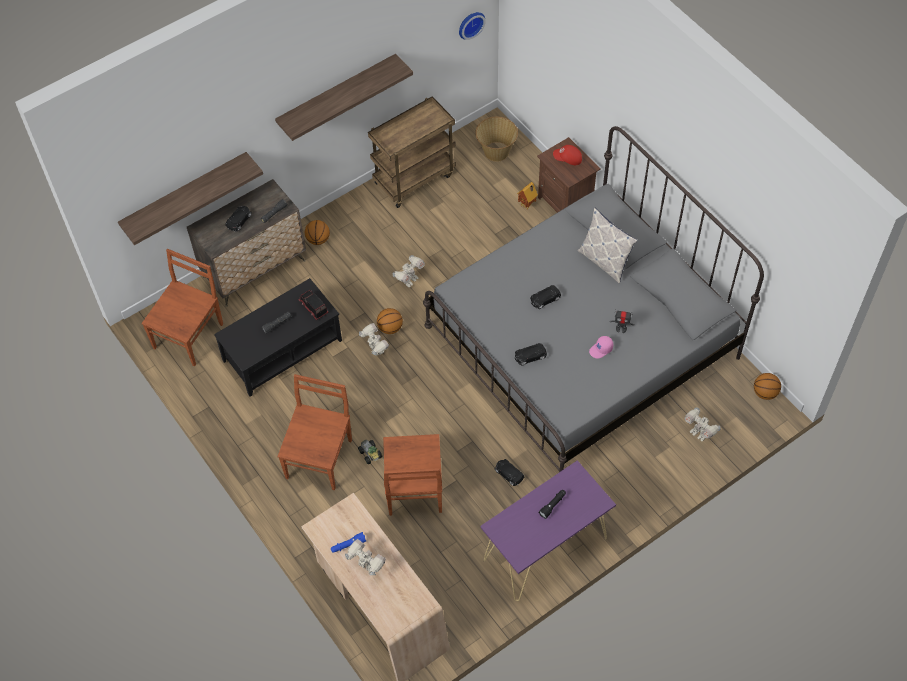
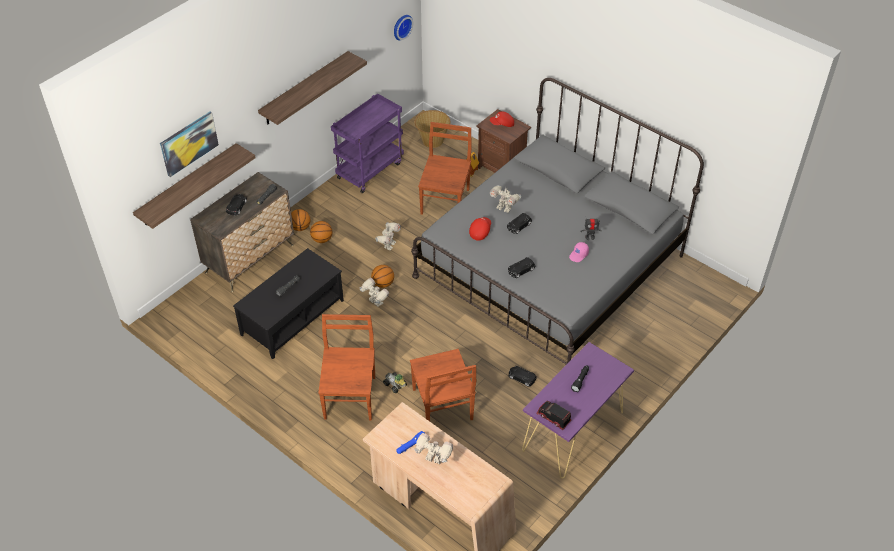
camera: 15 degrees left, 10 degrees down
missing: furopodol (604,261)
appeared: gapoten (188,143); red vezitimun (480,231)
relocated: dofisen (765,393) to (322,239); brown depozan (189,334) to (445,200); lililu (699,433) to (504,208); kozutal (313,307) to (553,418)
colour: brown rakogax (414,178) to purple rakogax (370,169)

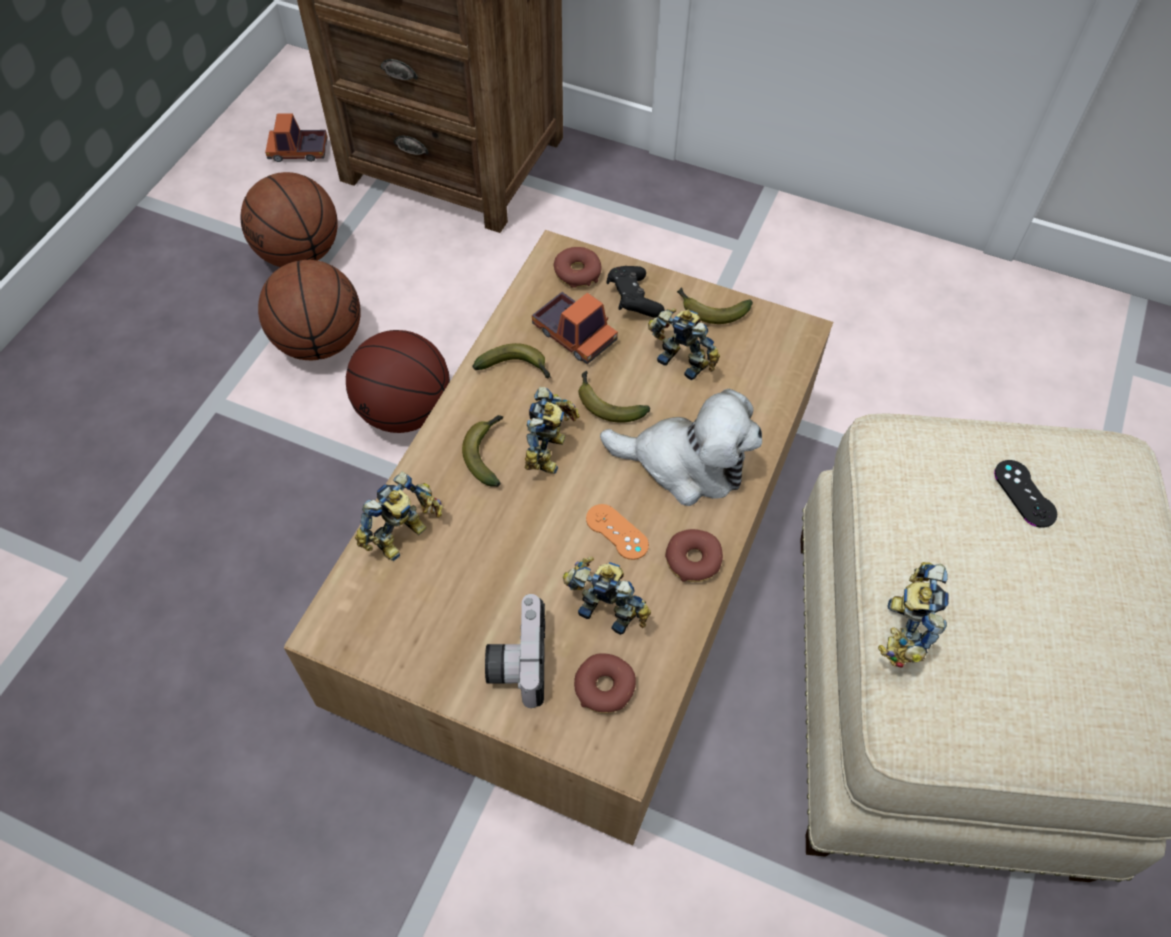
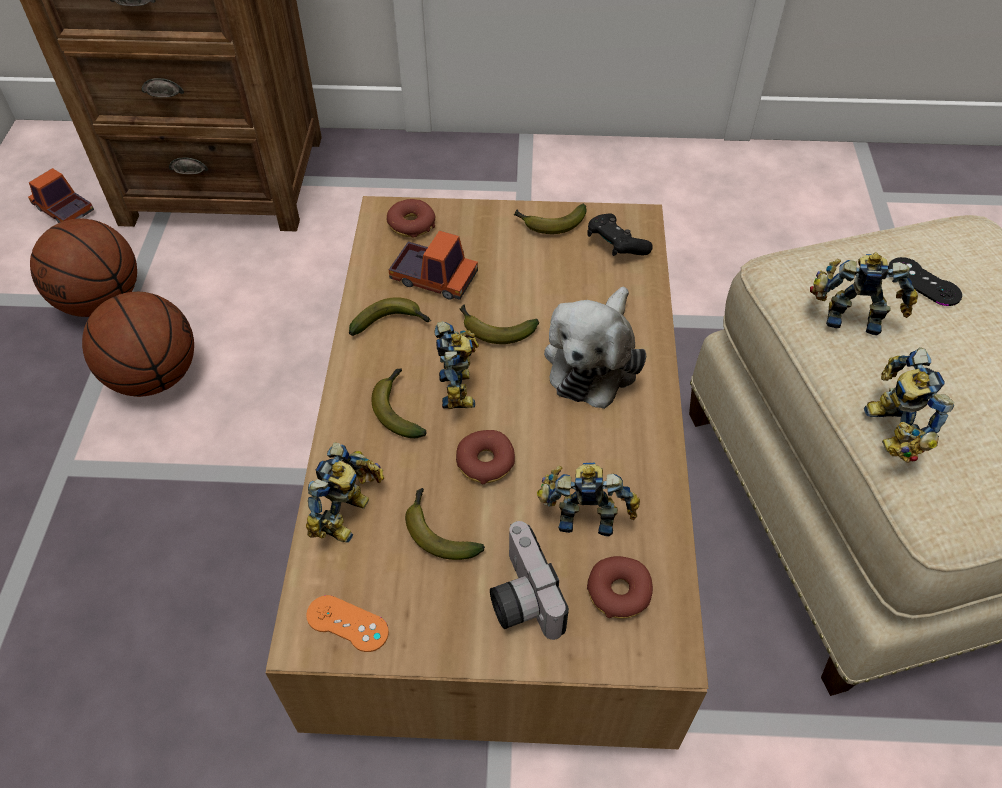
camera: 20 degrees left, 5 degrees down
missing: dofisen (404,411)
appeared: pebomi (438,531)
relocated: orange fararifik (617,532) to (347,623); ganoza (693,560) to (485,462); black fararifik (633,300) to (615,246); lililu (683,358) to (851,315)
spun: kozutal (298,151) = (64,210) 60 degrees clockwise; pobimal (686,463) = (593,360) 120 degrees clockwise

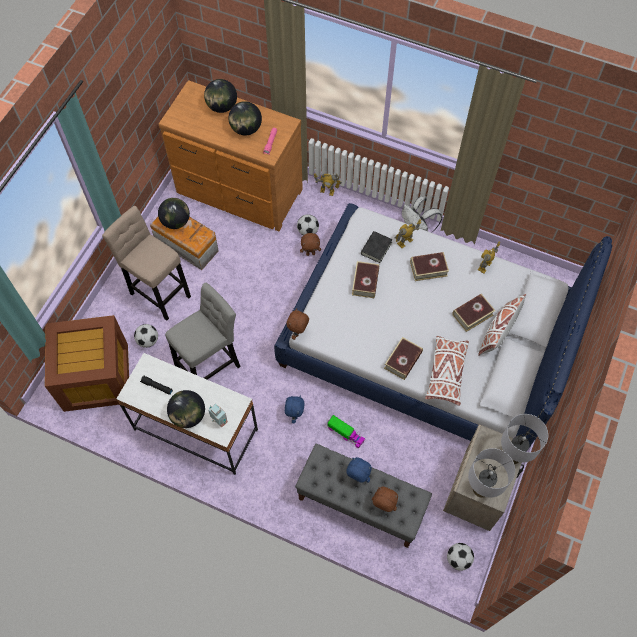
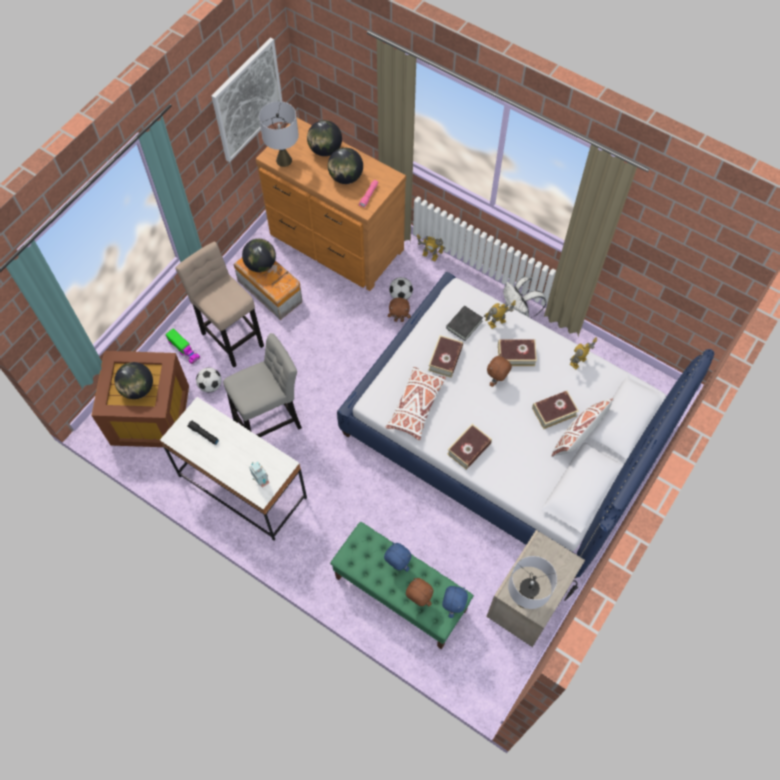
camera: 10 degrees right, 0 degrees up
missing: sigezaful (458,559)
appeared: gapoten (247,100)
relocated: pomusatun (188,415) to (138,389); kozutal (345,433) to (184,349); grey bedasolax (512,456) to (284,160); white furopodol (446,373) to (416,406); blue pobimal (294,414) to (453,606); brown pobimal (298,333) to (496,380)
colour: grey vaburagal (360,503) to green vaburagal (400,593)

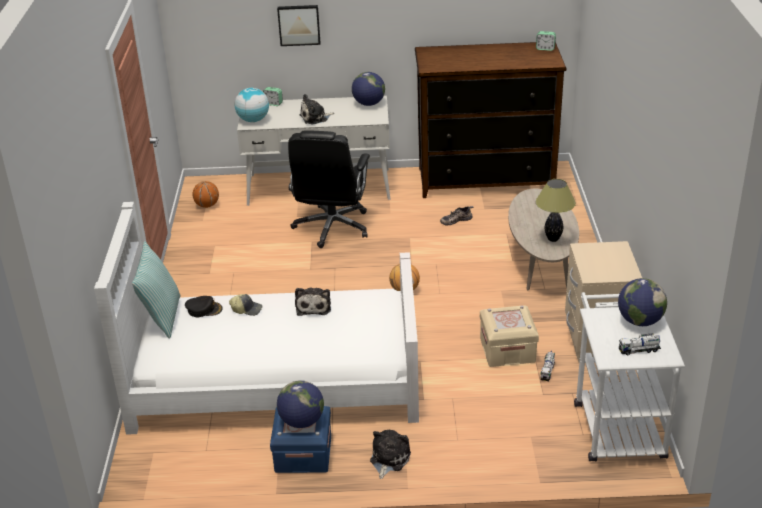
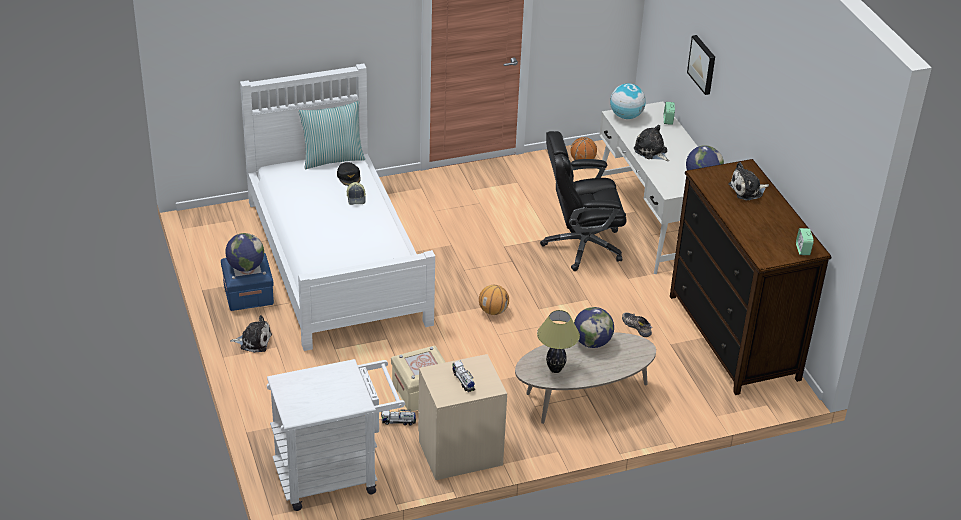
camera: 70 degrees right, 5 degrees up
relocated: kozutal (639,350) to (463,381); pomusatun (640,321) to (592,342); pobimal (313,306) to (747,190)

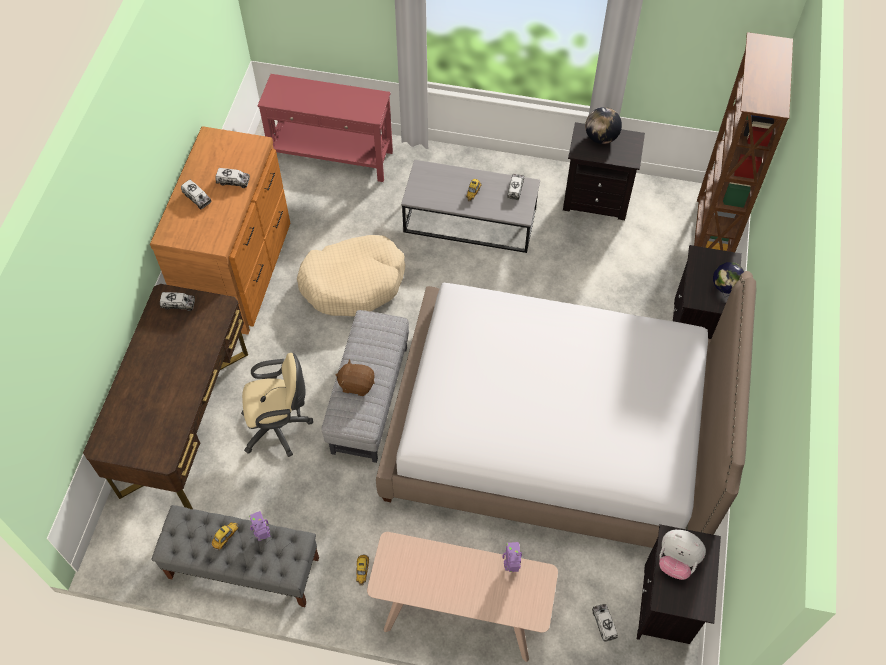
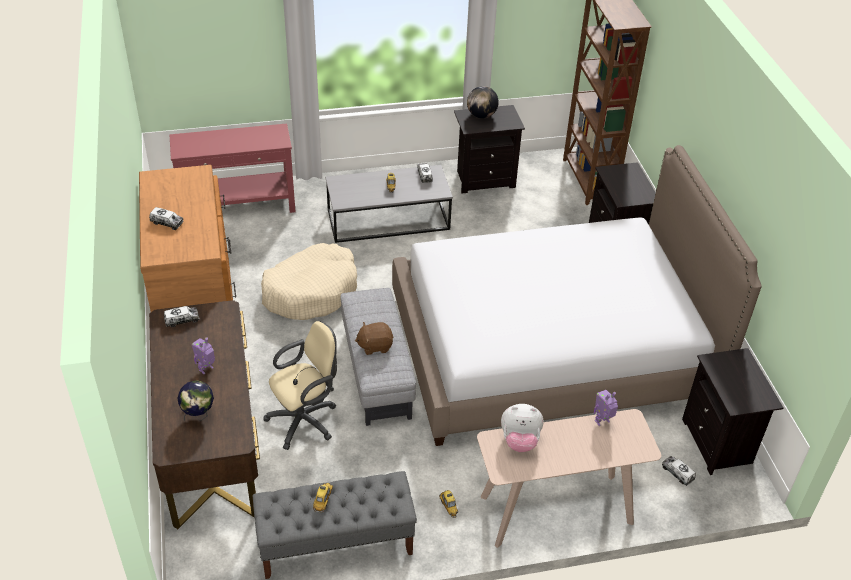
camera: 25 degrees left, 15 degrees down
missing: kozutal (233,181)
relocated: pomusatun (723,291) to (199,416); lililu (263,536) to (206,369); pobimal (676,561) to (520,441)

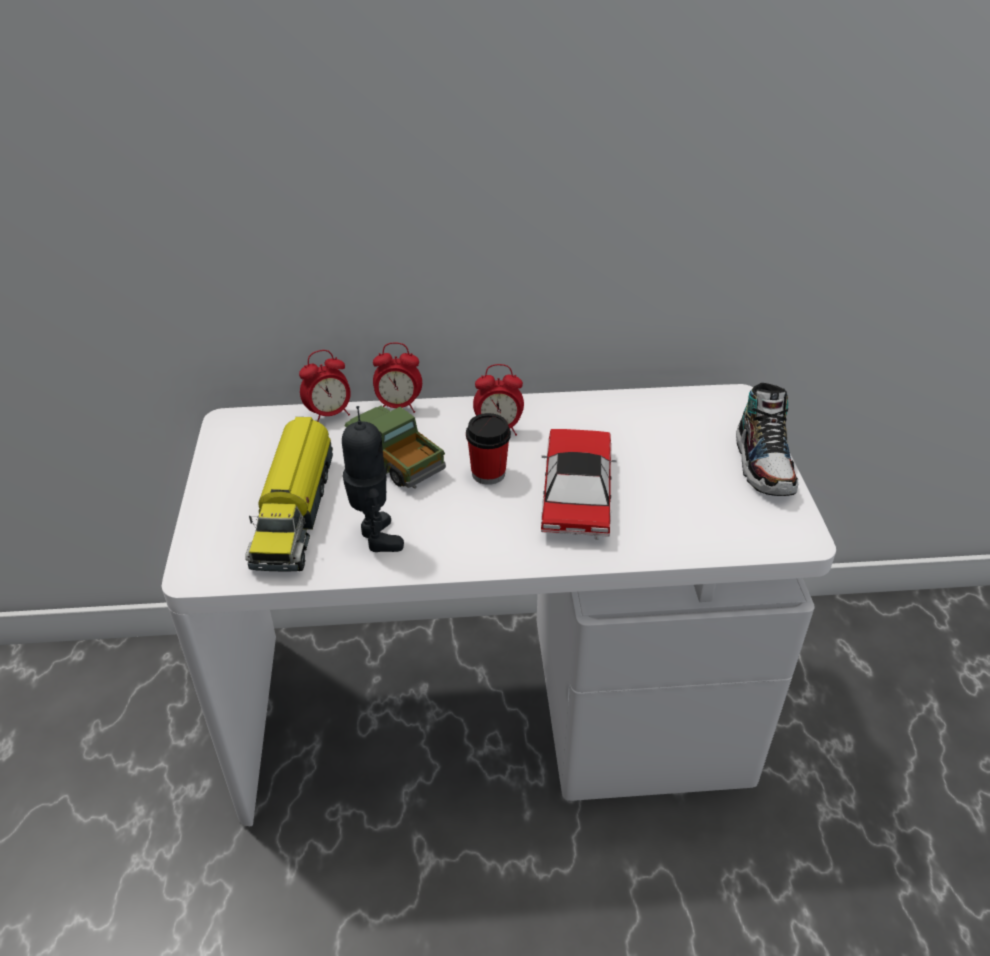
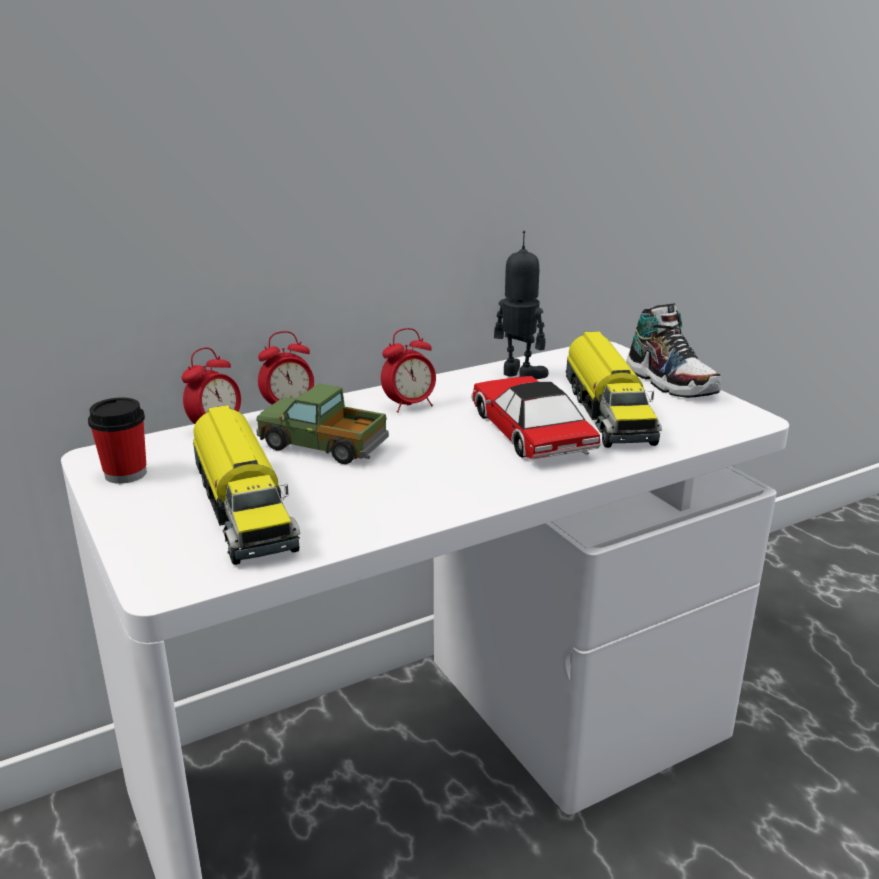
camera: 25 degrees left, 15 degrees down
appeared: kozutal (607,411)
relocated: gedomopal (488,473) to (125,474); lililu (375,538) to (519,375)

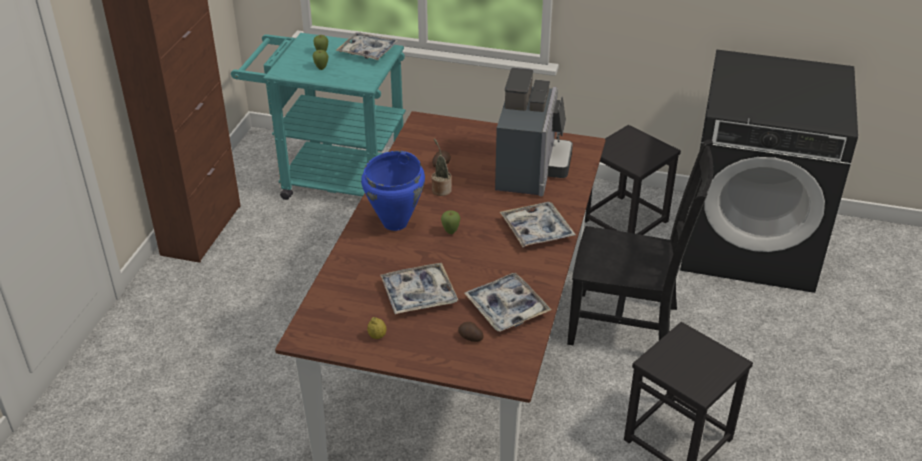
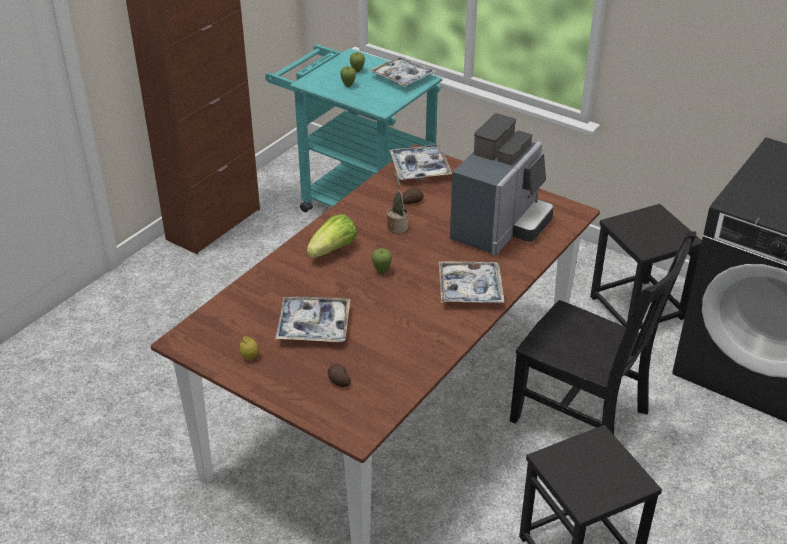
camera: 20 degrees right, 0 degrees up
relocated: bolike (506,308) to (420,168)
exchanged: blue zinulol (396,223) to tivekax (333,250)

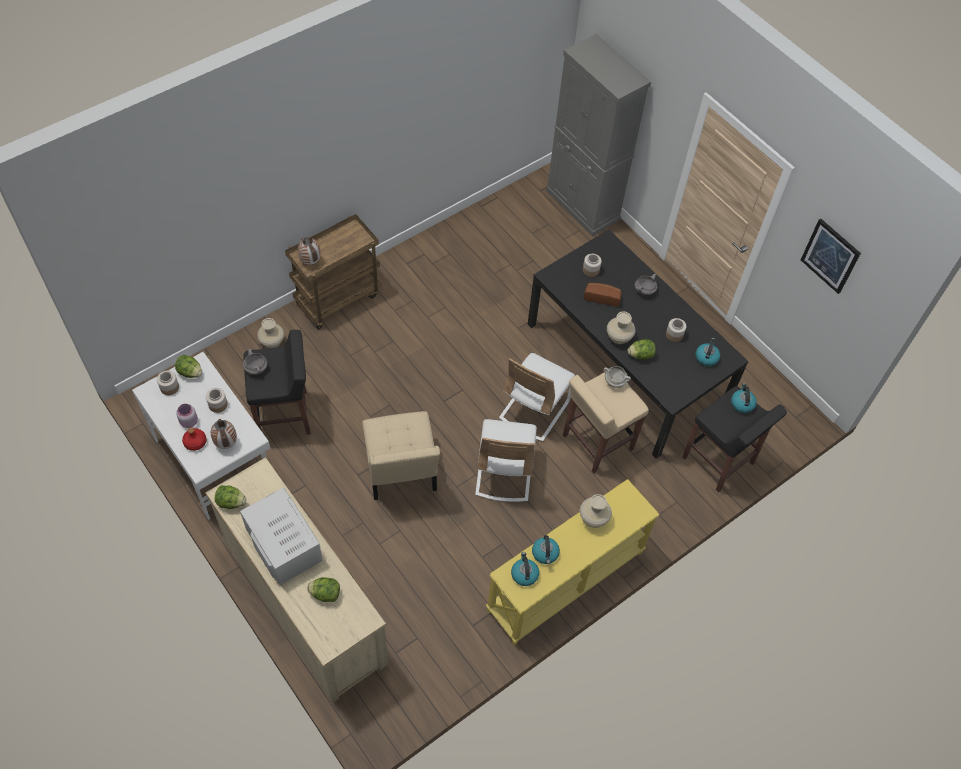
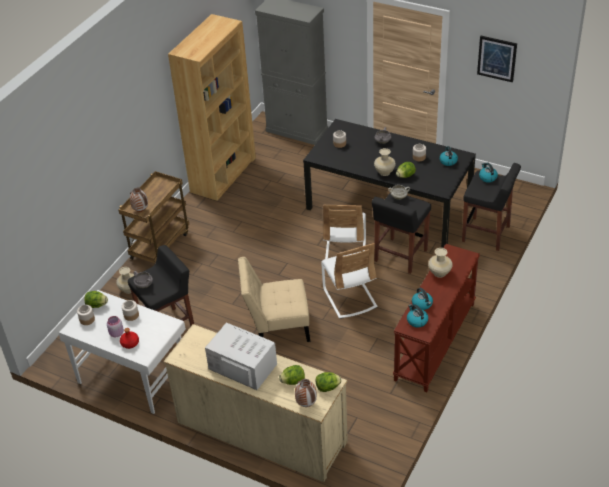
camera: 20 degrees left, 15 degrees down
missing: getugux (602,297)
appeared: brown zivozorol (223,174)
relocated: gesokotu (226,443) to (306,404); tivekax (231,502) to (327,387)
colour: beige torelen (596,443) to black torelen (400,256); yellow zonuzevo (566,582) to brown zonuzevo (436,341)
spun: beige depozan (401,472) = (277,327) 120 degrees clockwise

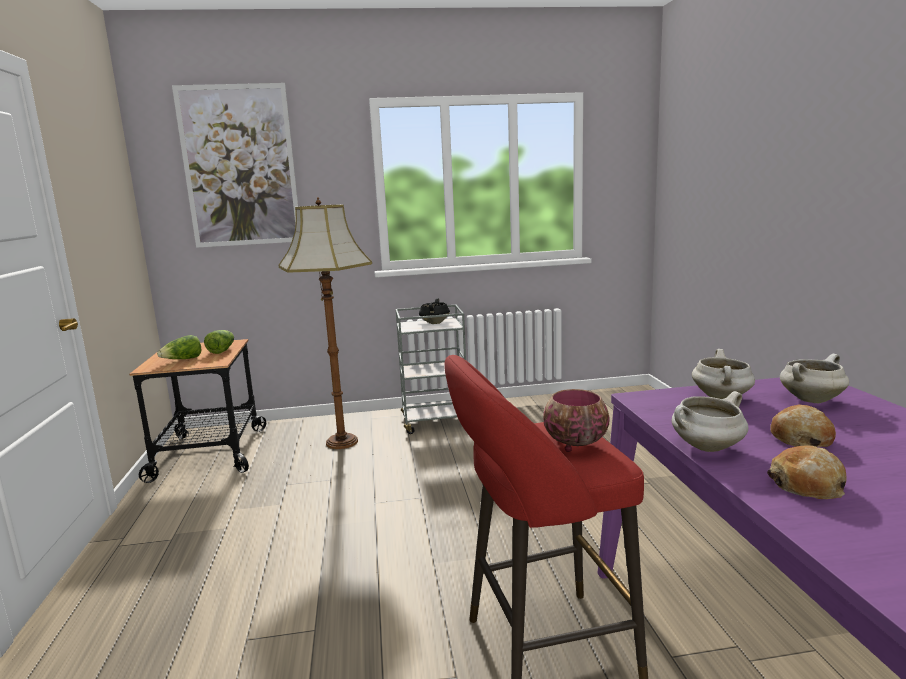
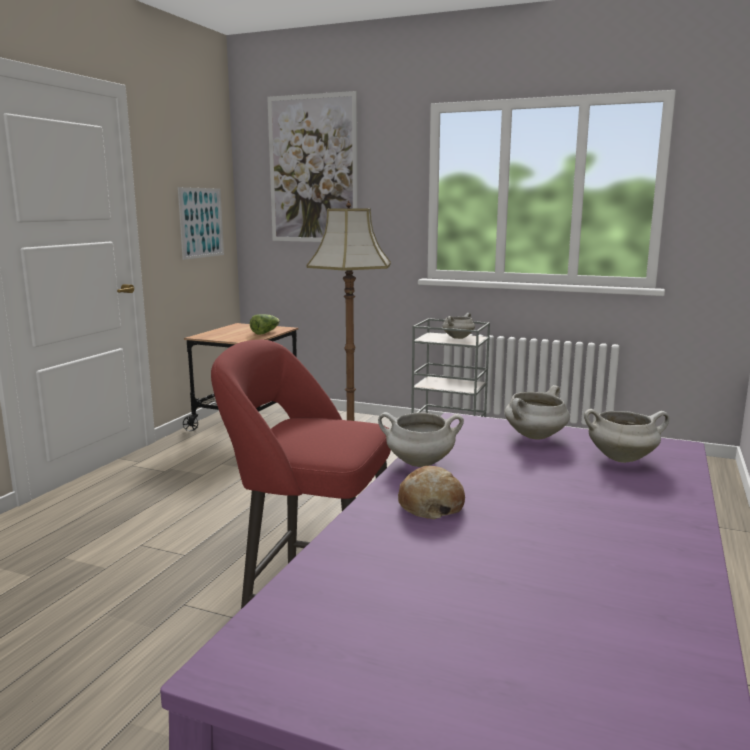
camera: 30 degrees right, 0 degrees up
missing: tivekax (183,360); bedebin (574,443); getugux (800,438)
appeared: gapoten (201,222)
colour: black zinulol (434,323) to white zinulol (458,338)

